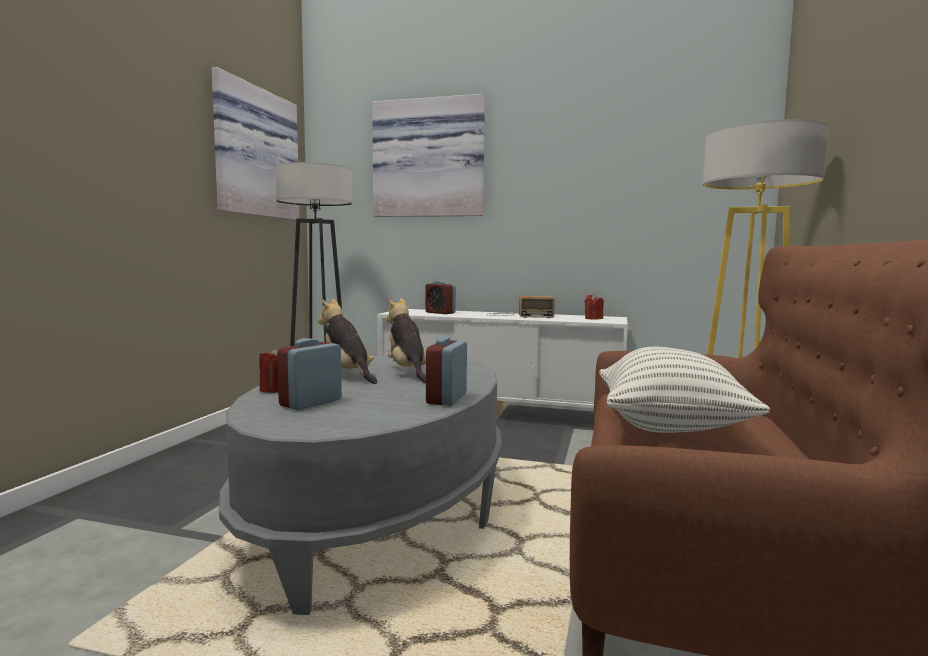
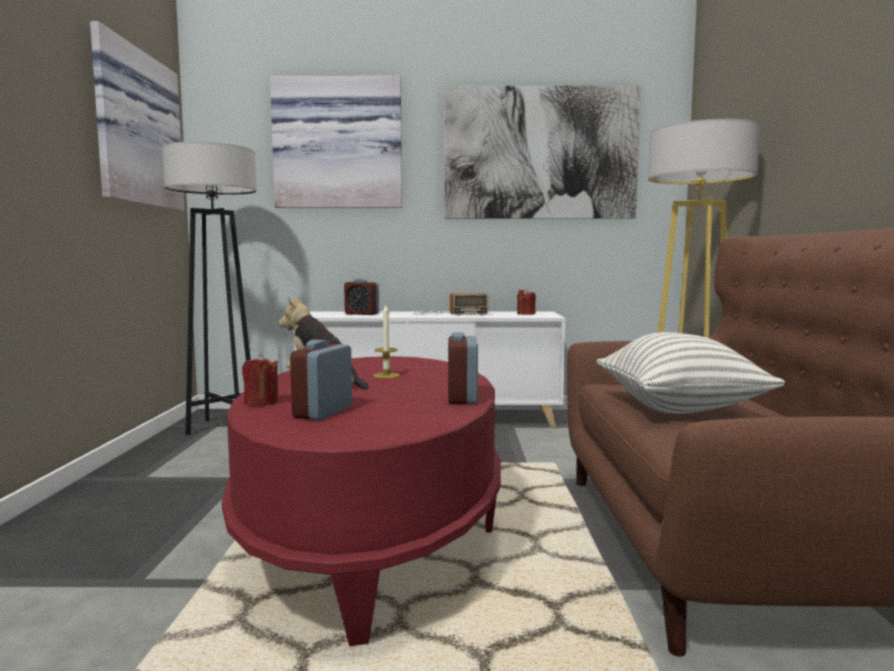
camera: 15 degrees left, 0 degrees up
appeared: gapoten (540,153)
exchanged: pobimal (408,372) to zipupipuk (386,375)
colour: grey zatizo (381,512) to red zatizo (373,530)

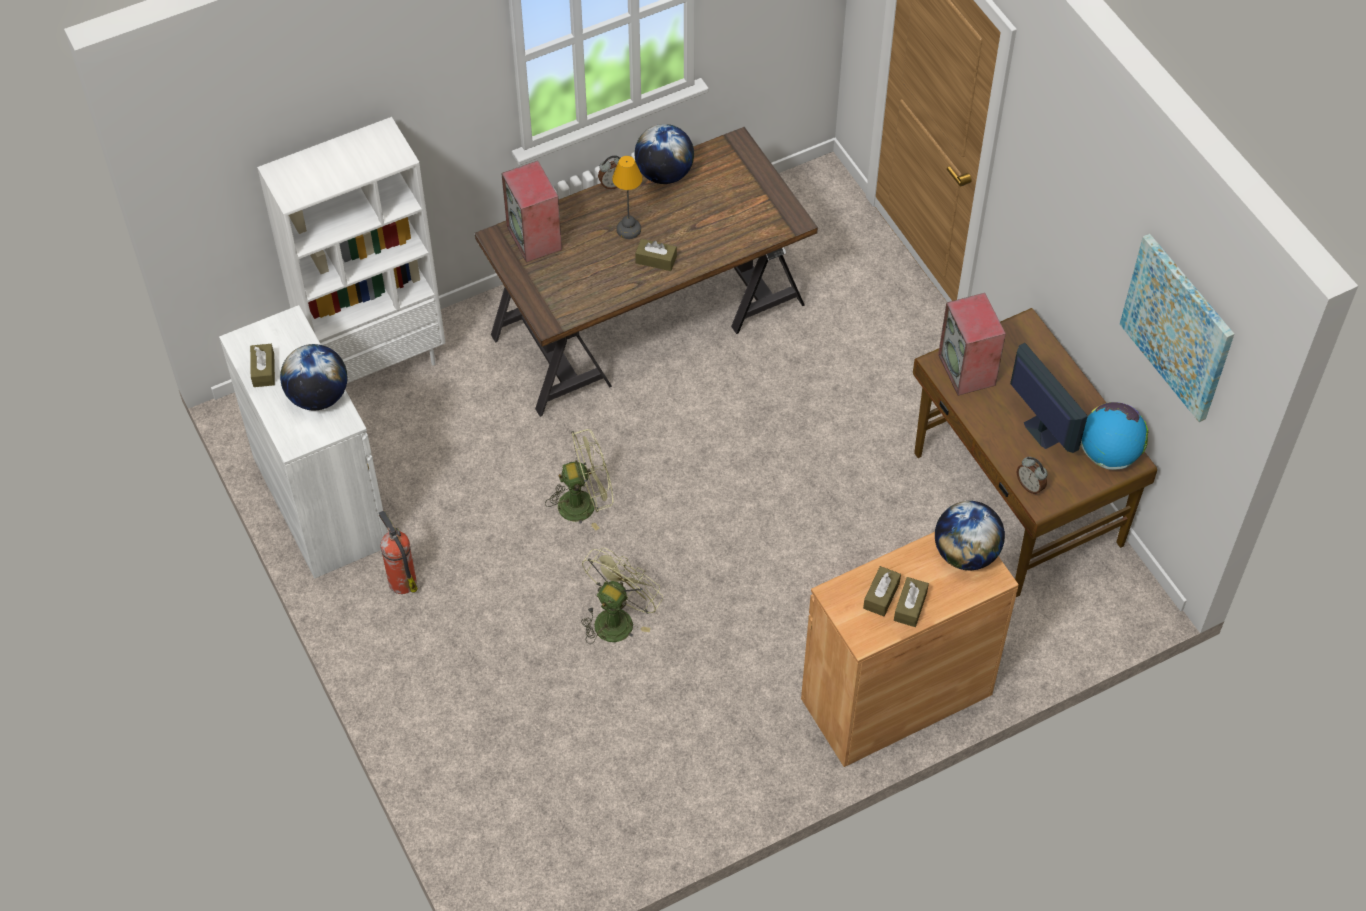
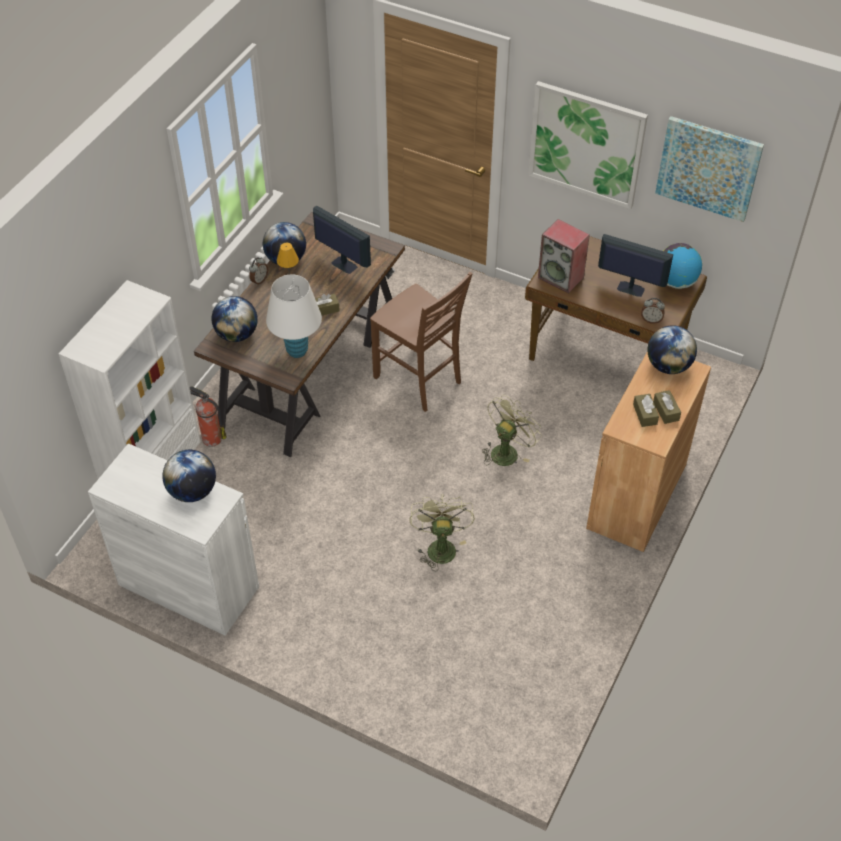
camera: 35 degrees left, 5 degrees down
missing: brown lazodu (263,370)
appeared: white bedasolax (297,351); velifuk (343,264); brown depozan (419,380); gapoten (586,144)
relocated: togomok (401,581) to (211,438); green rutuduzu (585,503) to (507,451)
exchanged: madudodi (535,238) to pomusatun (237,334)

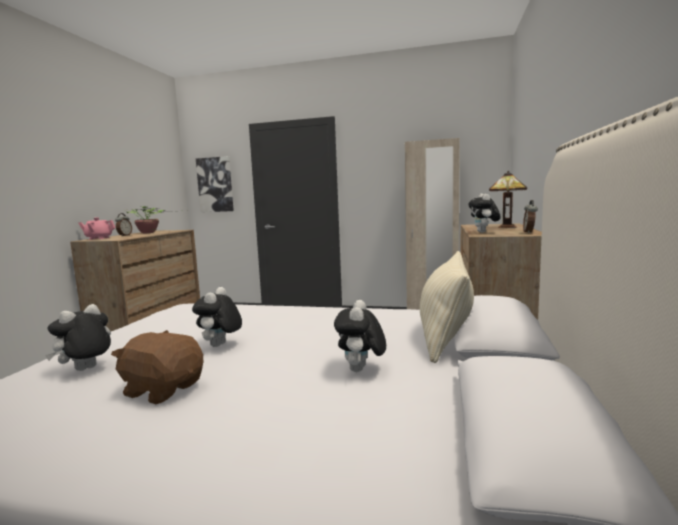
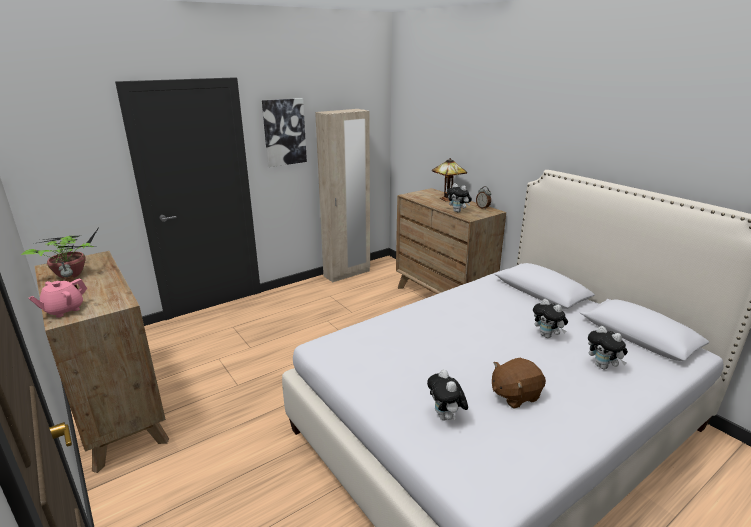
camera: 50 degrees left, 15 degrees up
missing: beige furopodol (445,335)
relocated: gapoten (215,184) to (284,132); pobimal (220,346) to (603,366)

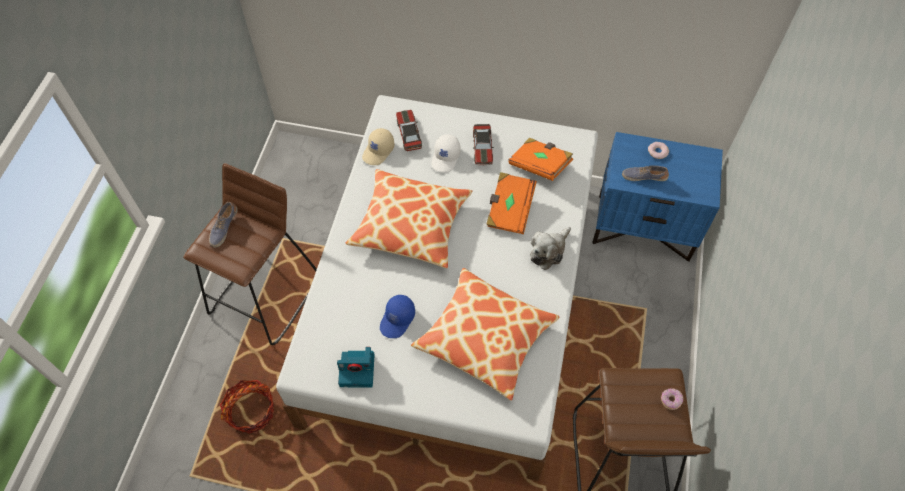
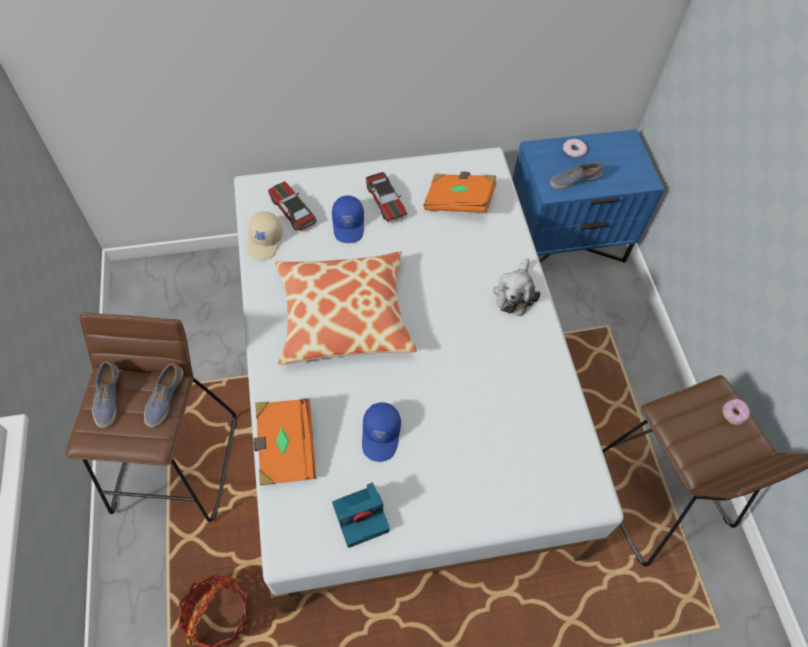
camera: 25 degrees left, 0 degrees up
missing: furopodol (485,338)
appeared: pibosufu (164,399)
relocated: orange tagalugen (509,210) to (285,448)
colour: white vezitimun (446,158) to blue vezitimun (349,225)

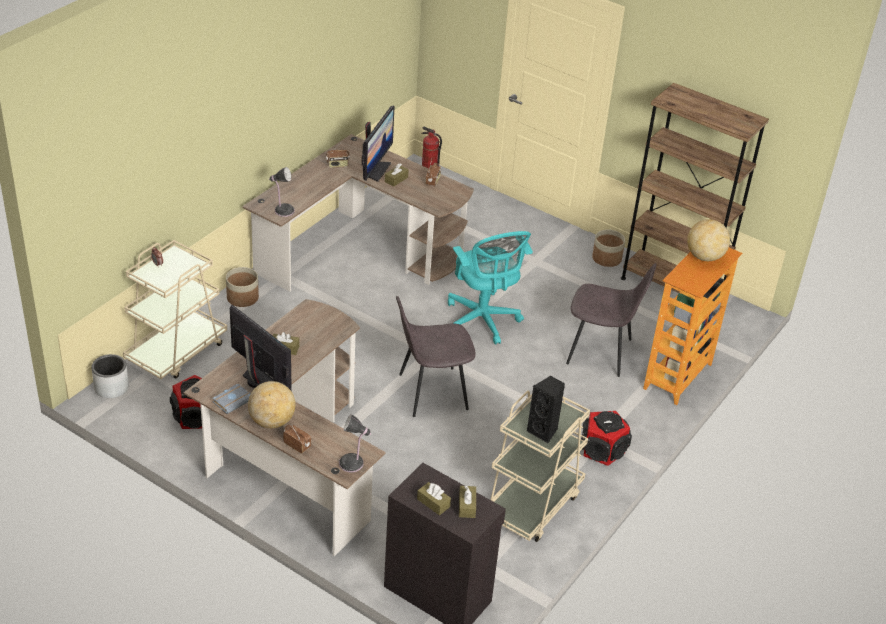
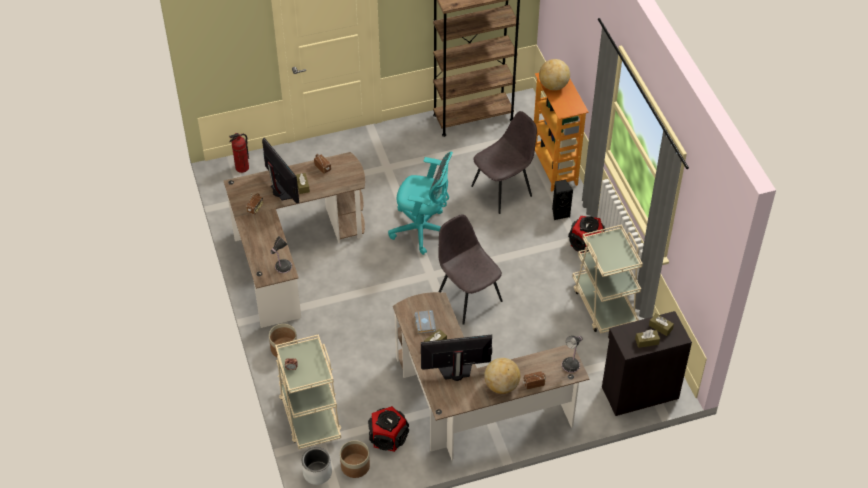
camera: 50 degrees left, 10 degrees up
relocated: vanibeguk (607,258) to (355,466); grey tagalugen (232,400) to (424,323); black madudodi (544,431) to (560,213)
spun: grey depozan (431,392) = (468,297) 120 degrees clockwise

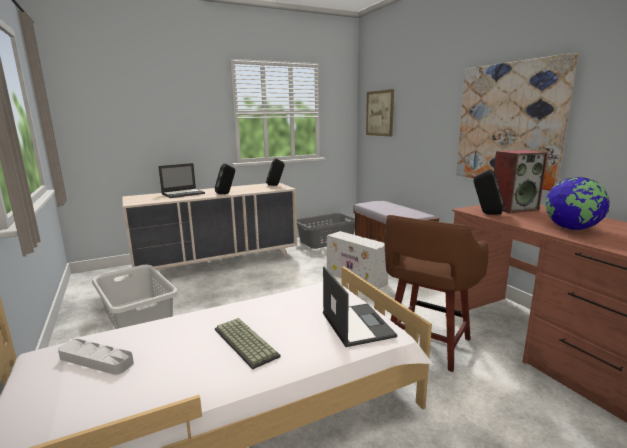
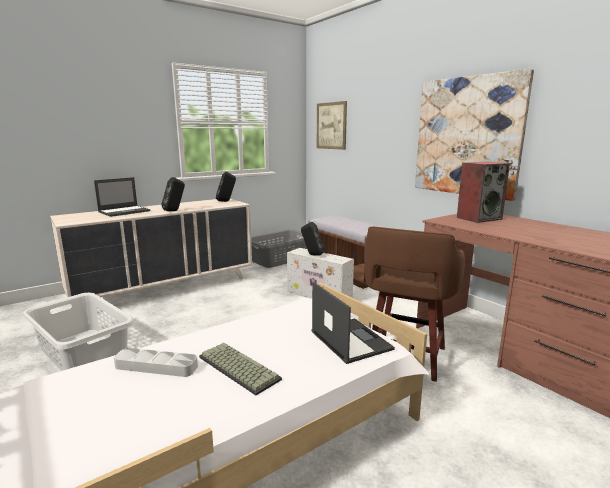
camera: 10 degrees left, 0 degrees up
missing: pomusatun (572,229)
relocated: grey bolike (96,360) to (156,366); black madudodi (486,214) to (312,255)

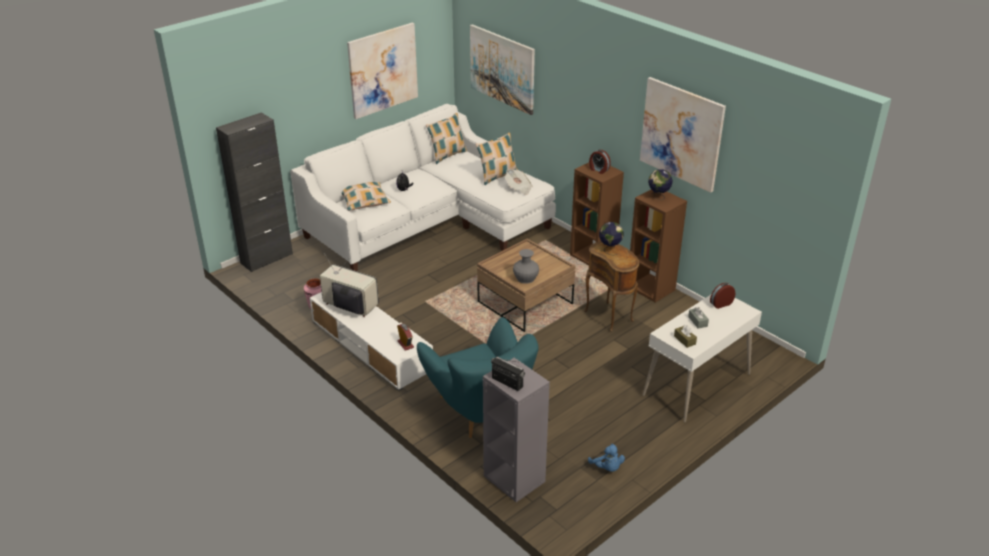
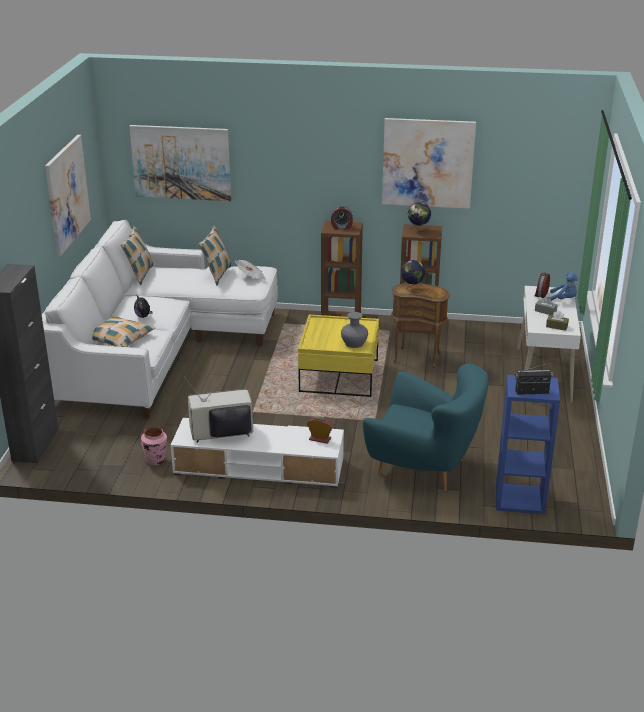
camera: 40 degrees left, 5 degrees down
relocated: blue pobimal (607,468) to (563,299)
colour: brown zatizo (525,303) to yellow zatizo (339,376); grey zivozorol (513,478) to blue zivozorol (519,500)

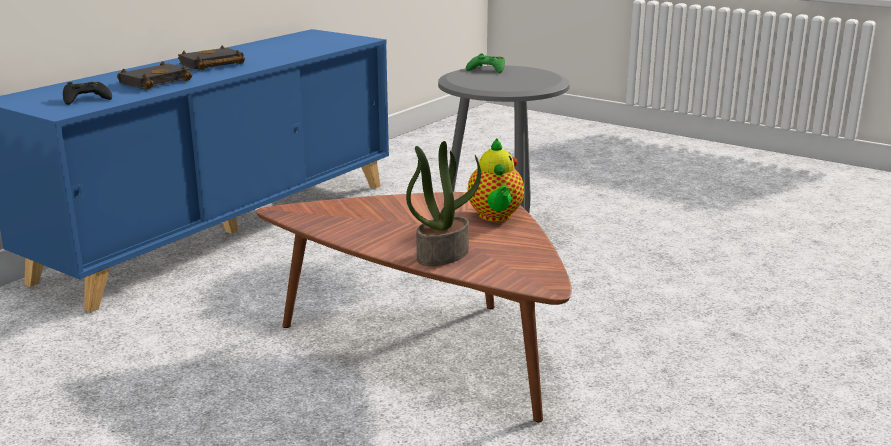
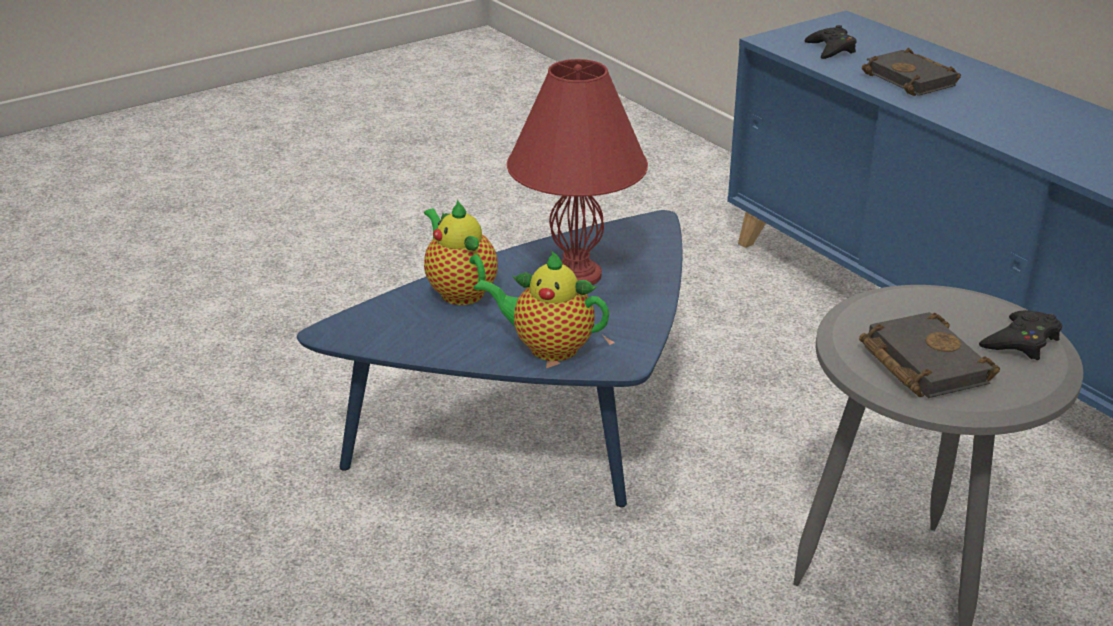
camera: 110 degrees right, 10 degrees up
appeared: red bedasolax (576,276)
relocated: black tagalugen (211,65) to (920,363)
exchanged: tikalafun (442,254) to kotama (459,291)
colour: brown zatizo (432,347) to blue zatizo (540,433); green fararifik (487,69) to black fararifik (1021,342)

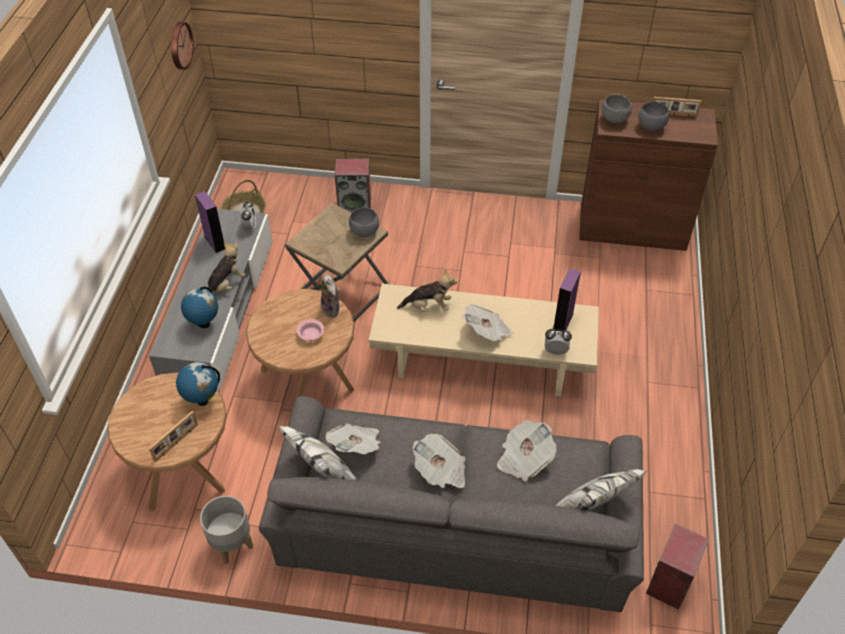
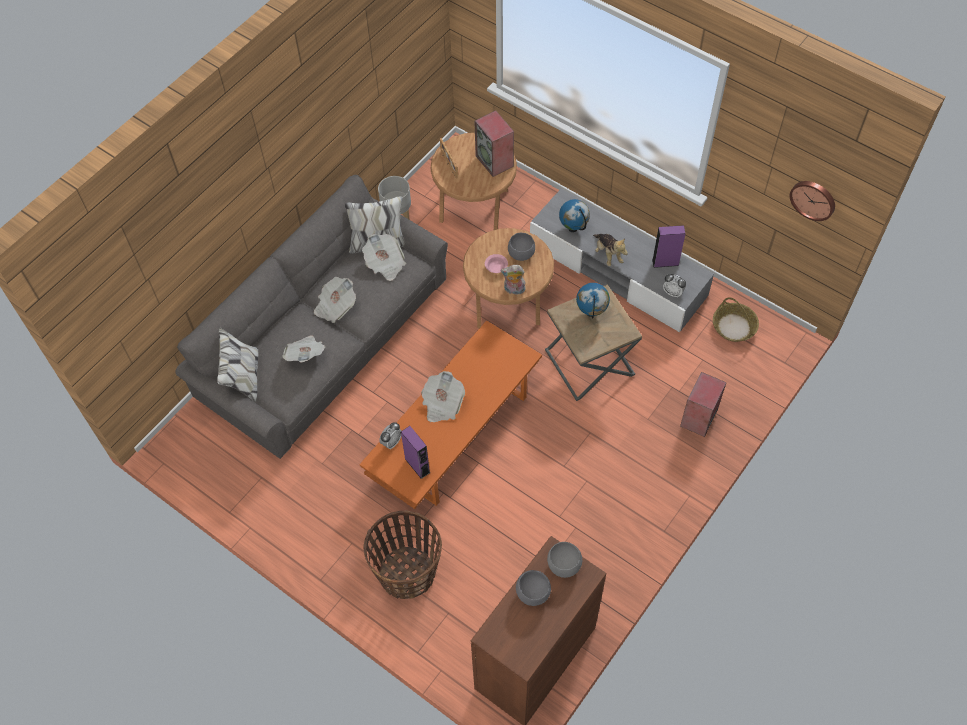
camera: 120 degrees right, 10 degrees up
missing: pobimal (428,306); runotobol (673,114)
appeared: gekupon (407,573)
relocated: madudodi (669,582) to (495,161); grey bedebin (365,232) to (520,254); pomusatun (202,400) to (591,312)
colour: beige zatizo (482,357) to orange zatizo (455,431)

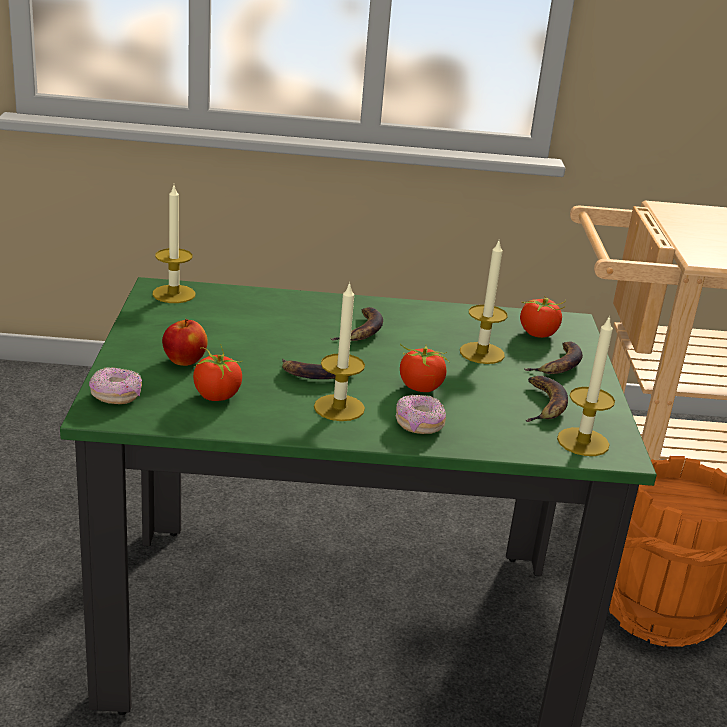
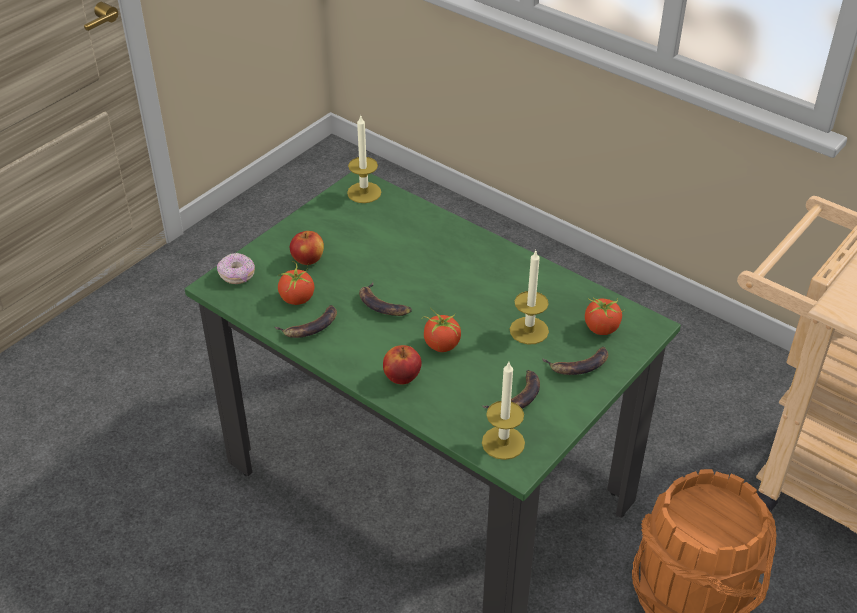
camera: 40 degrees right, 15 degrees up
missing: zipupipuk (339,408)
relocated: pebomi (361,330) to (310,326)
exchanged: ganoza (419,425) to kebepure (402,377)

